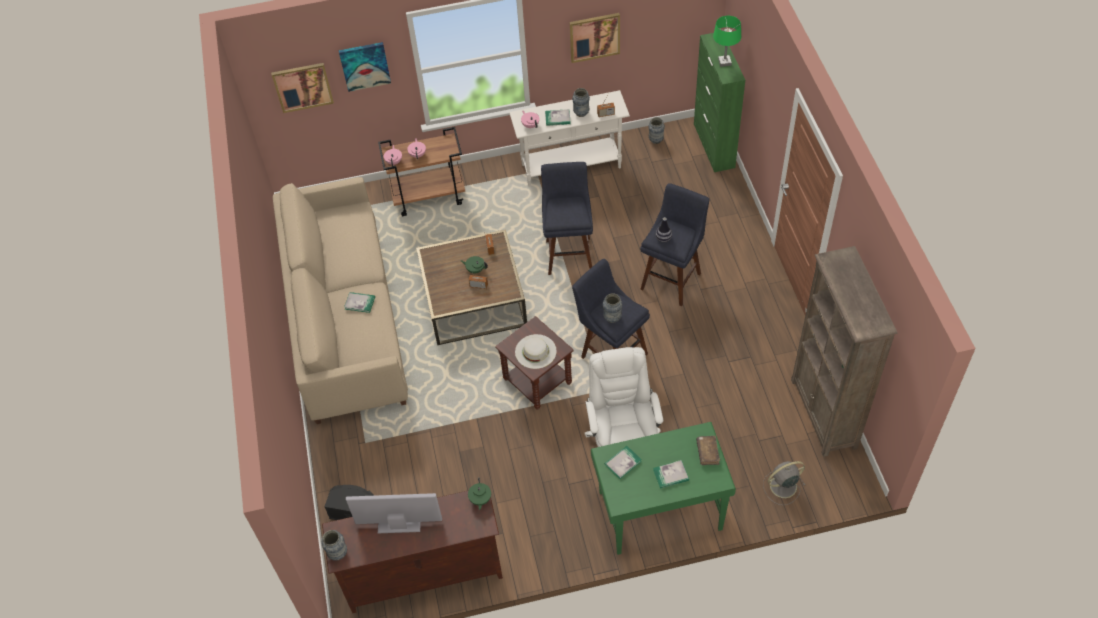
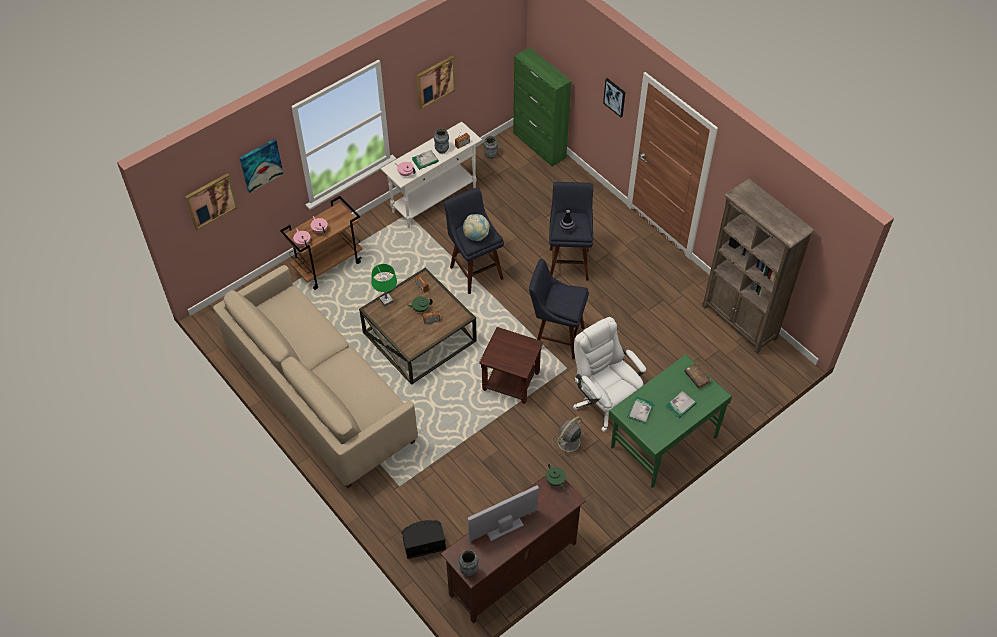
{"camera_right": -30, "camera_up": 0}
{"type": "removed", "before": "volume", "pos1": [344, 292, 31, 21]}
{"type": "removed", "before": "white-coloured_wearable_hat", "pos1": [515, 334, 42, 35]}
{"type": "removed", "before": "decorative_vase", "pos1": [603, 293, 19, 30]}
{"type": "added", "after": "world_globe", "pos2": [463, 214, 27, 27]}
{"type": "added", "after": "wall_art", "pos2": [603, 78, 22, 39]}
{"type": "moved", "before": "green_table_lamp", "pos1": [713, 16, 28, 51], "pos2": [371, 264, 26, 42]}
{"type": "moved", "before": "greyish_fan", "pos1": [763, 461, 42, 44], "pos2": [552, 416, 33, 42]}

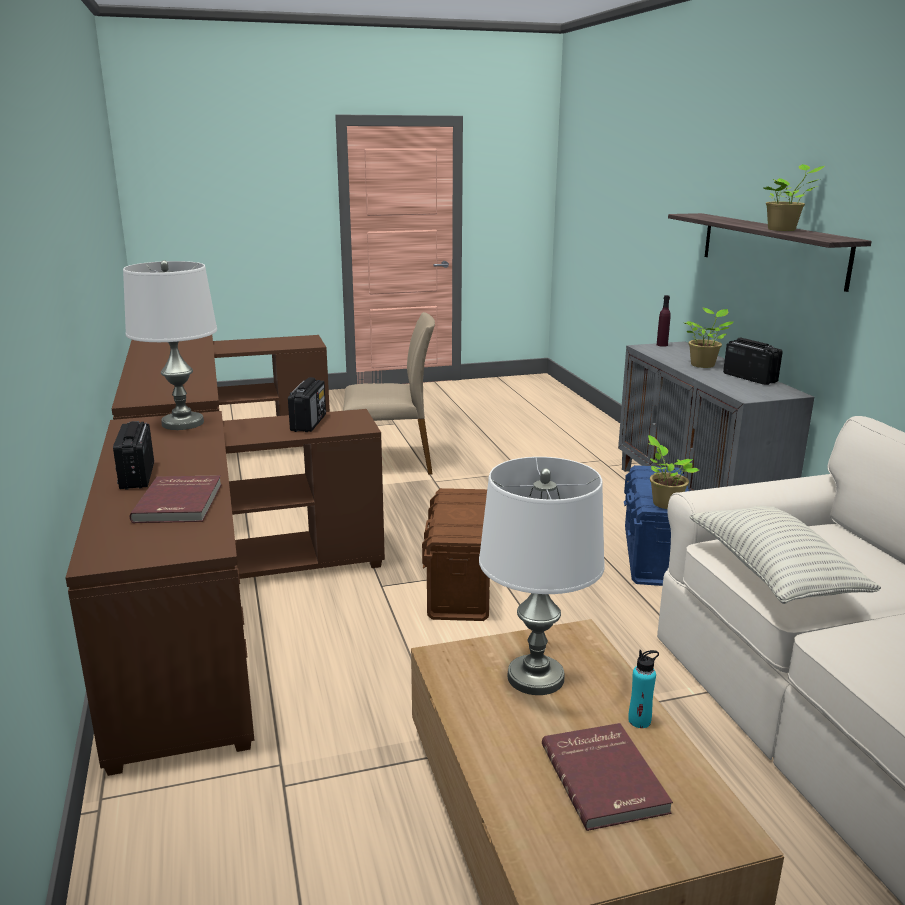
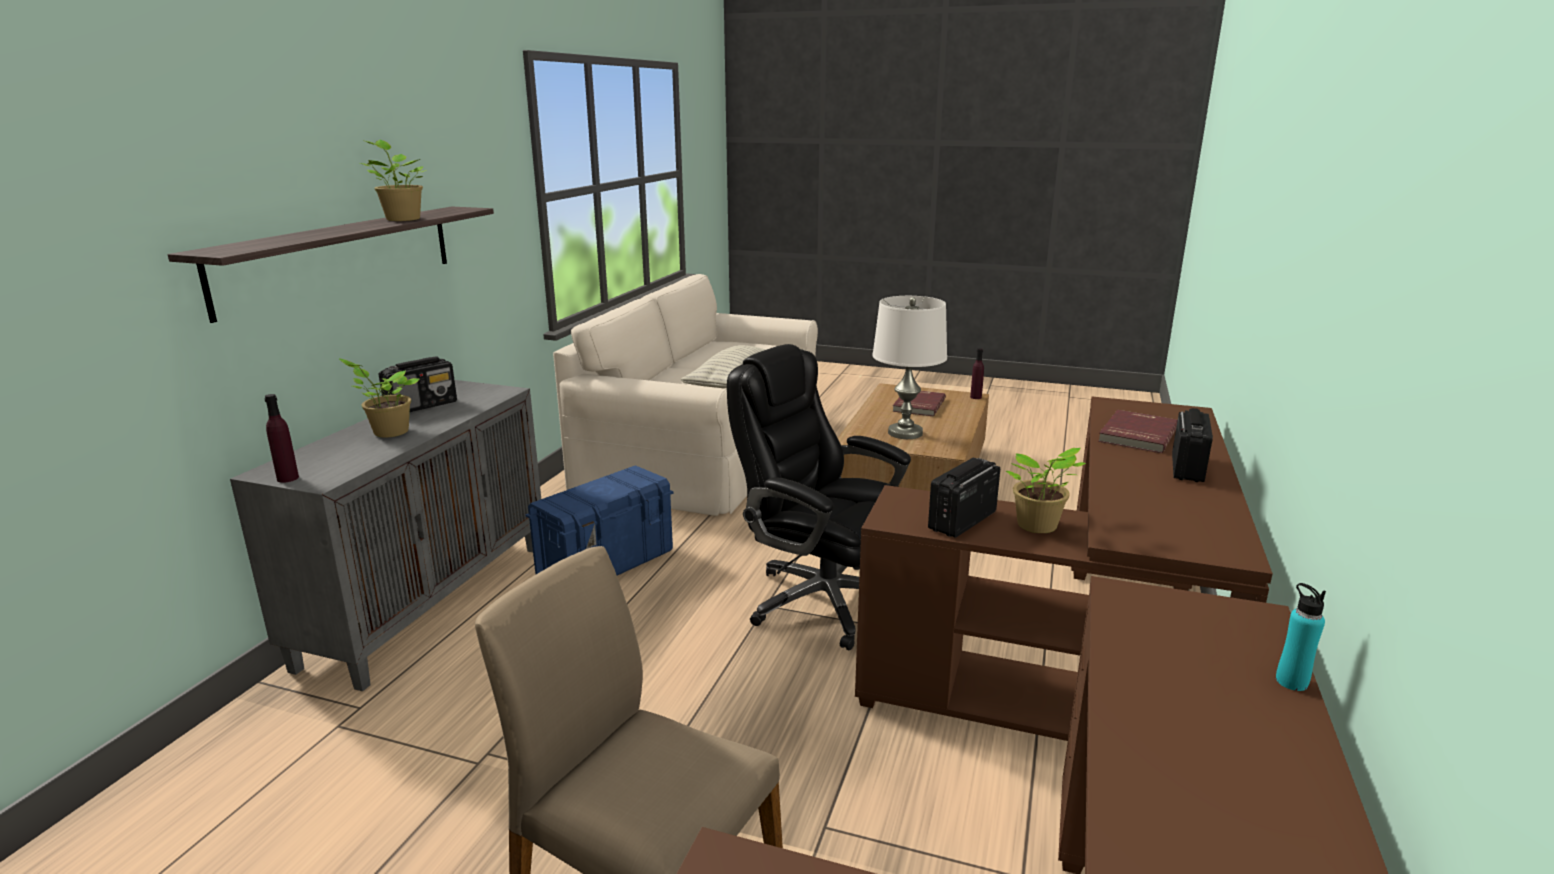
{"camera_right": -145, "camera_up": 0}
{"type": "removed", "before": "white-coloured_table_lamp", "pos1": [123, 260, 94, 170]}
{"type": "added", "after": "purple_bottle", "pos2": [970, 348, 14, 51]}
{"type": "moved", "before": "blue-green_bottle", "pos1": [628, 650, 31, 78], "pos2": [1276, 583, 50, 108]}
{"type": "moved", "before": "potted_plant", "pos1": [648, 435, 51, 74], "pos2": [1006, 448, 80, 85]}
{"type": "replaced", "before": "brown_storage_bin", "after": "black-coloured_computer_chair", "pos1": [422, 488, 68, 133], "pos2": [727, 344, 184, 306]}
{"type": "turned", "before": "radio_set", "pos1": [723, 337, 60, 48], "pos2": [378, 356, 79, 56], "turn": -135}

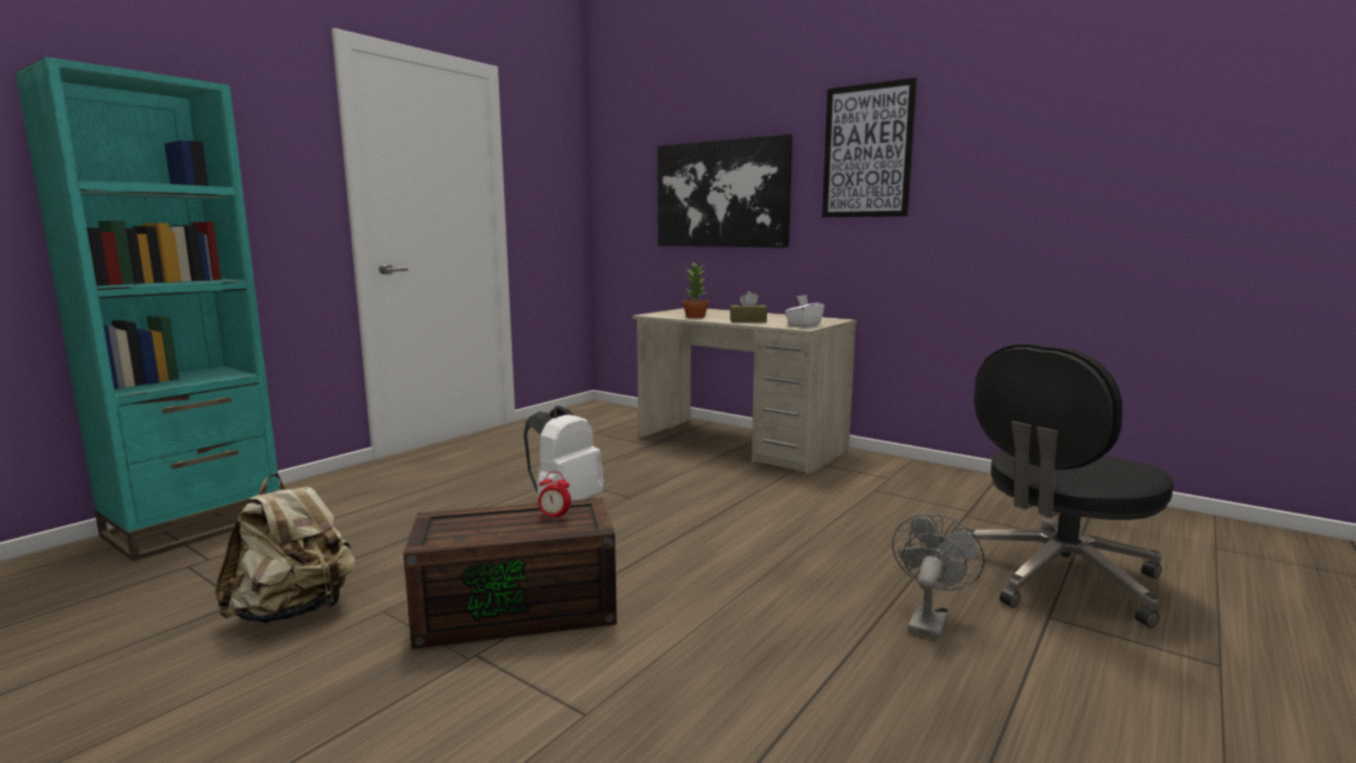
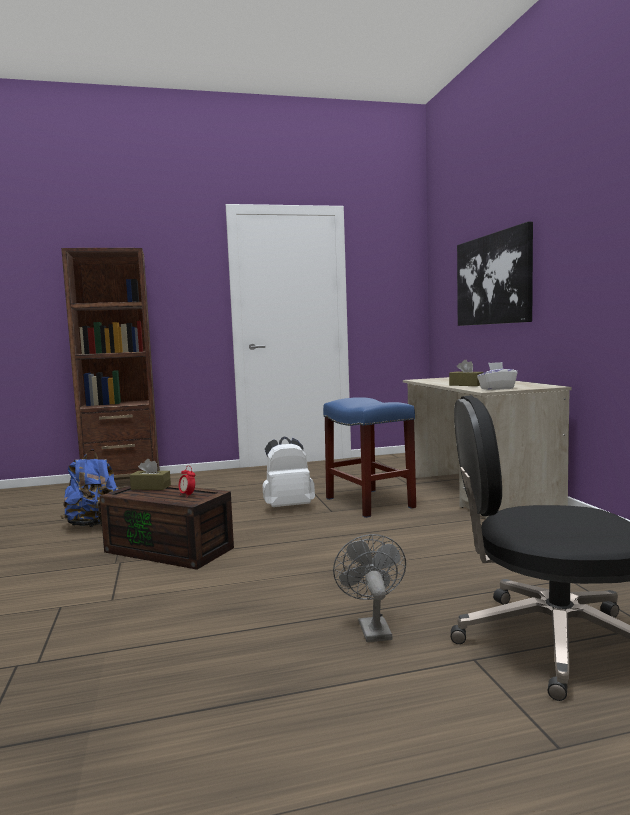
{"camera_right": 40, "camera_up": -5}
{"type": "removed", "before": "potted_plant", "pos1": [682, 262, 27, 56]}
{"type": "removed", "before": "wall_art", "pos1": [822, 78, 95, 140]}
{"type": "added", "after": "brown_box_of_tissues", "pos2": [130, 459, 41, 31]}
{"type": "added", "after": "bluish_stool", "pos2": [323, 397, 93, 121]}
{"type": "recoloured", "before": "blue-green_bookcase", "after": "brown_bookcase", "pos1": [15, 57, 265, 504], "pos2": [61, 248, 99, 241]}
{"type": "recoloured", "before": "sand-coloured_rucksack", "after": "bluish_rucksack", "pos1": [215, 473, 141, 150], "pos2": [61, 449, 58, 78]}
{"type": "turned", "before": "greyish_fan", "pos1": [892, 513, 93, 127], "pos2": [333, 534, 73, 108], "turn": -75}

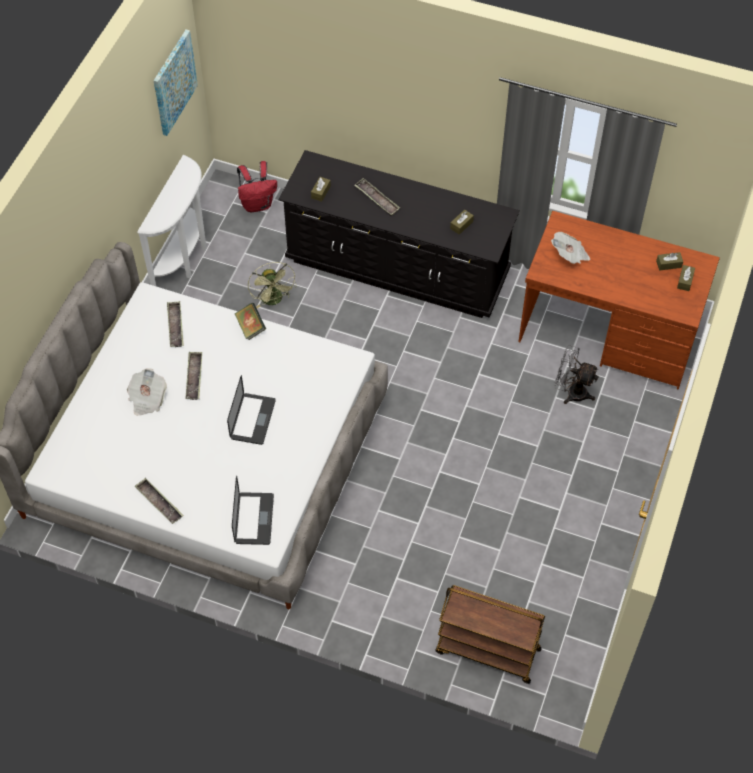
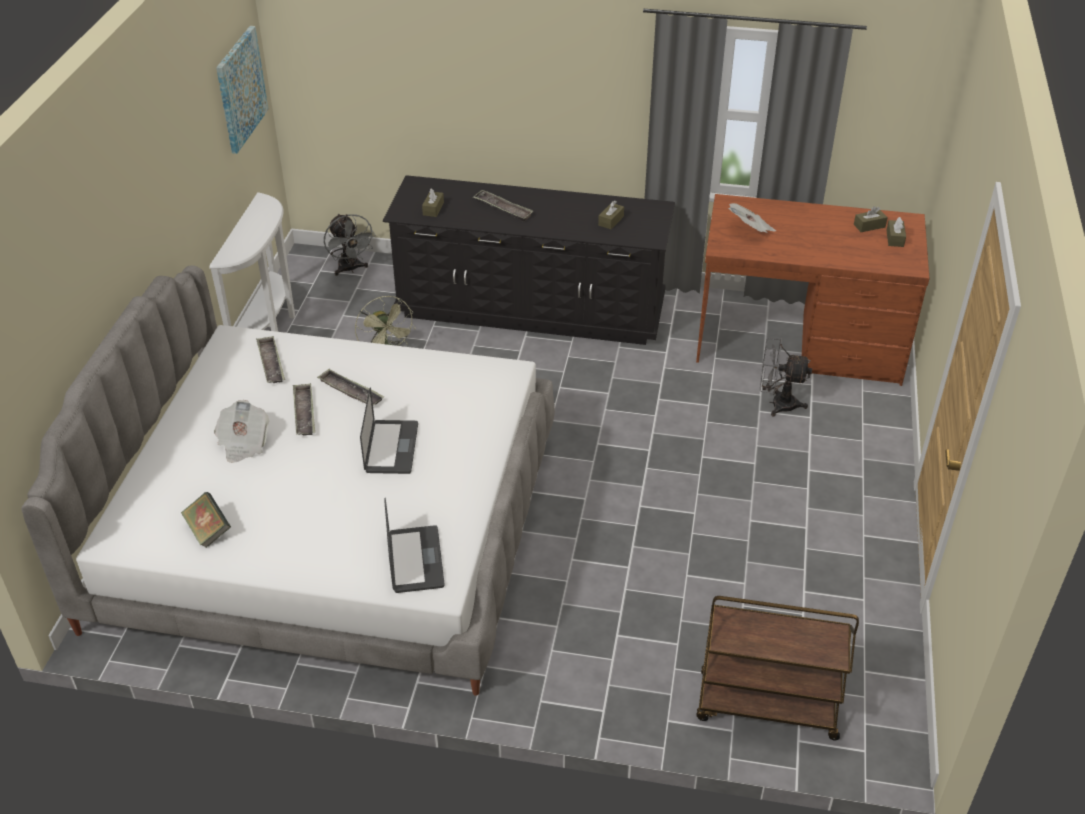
{"camera_right": -10, "camera_up": -15}
{"type": "moved", "before": "serving_tray", "pos1": [135, 478, 49, 46], "pos2": [317, 369, 67, 36]}
{"type": "moved", "before": "volume", "pos1": [235, 303, 31, 37], "pos2": [181, 492, 50, 56]}
{"type": "replaced", "before": "reddish_rucksack", "after": "greyish_fan", "pos1": [237, 161, 40, 51], "pos2": [324, 214, 51, 62]}

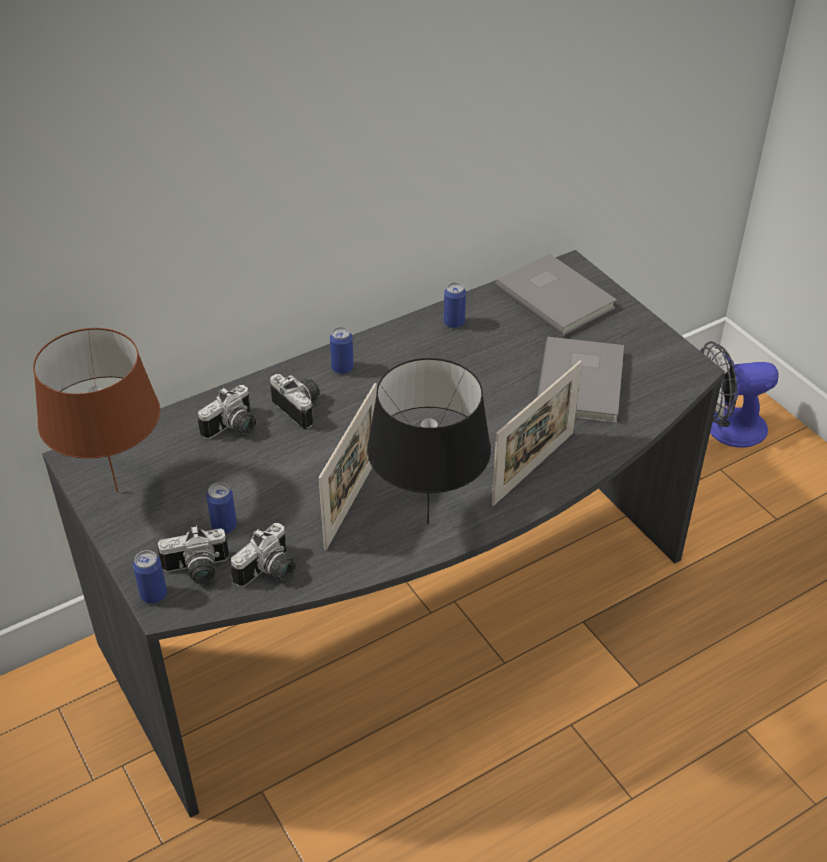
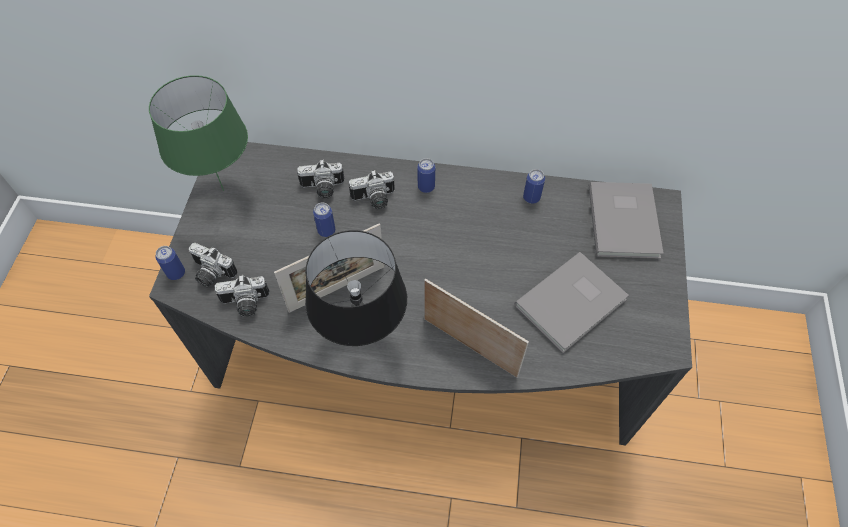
{"camera_right": 40, "camera_up": 15}
{"type": "removed", "before": "fan", "pos1": [700, 341, 79, 107]}
{"type": "moved", "before": "sealed_can", "pos1": [206, 482, 31, 52], "pos2": [313, 202, 22, 35]}
{"type": "recoloured", "before": "brown_table_lamp", "after": "green_table_lamp", "pos1": [33, 328, 127, 165], "pos2": [149, 75, 99, 116]}
{"type": "turned", "before": "still_camera", "pos1": [270, 374, 50, 55], "pos2": [349, 170, 46, 39], "turn": 75}
{"type": "turned", "before": "picture_frame", "pos1": [492, 361, 90, 145], "pos2": [424, 279, 105, 99], "turn": -135}

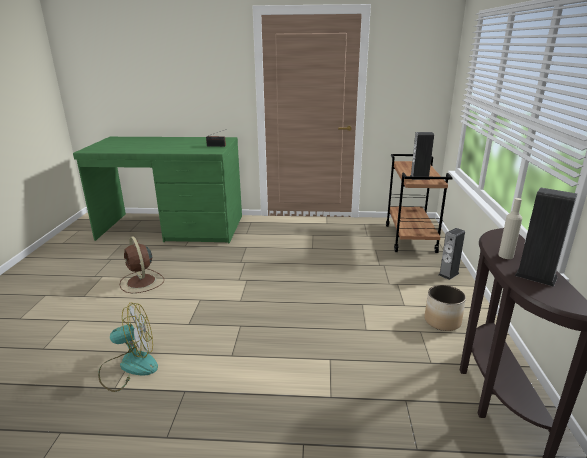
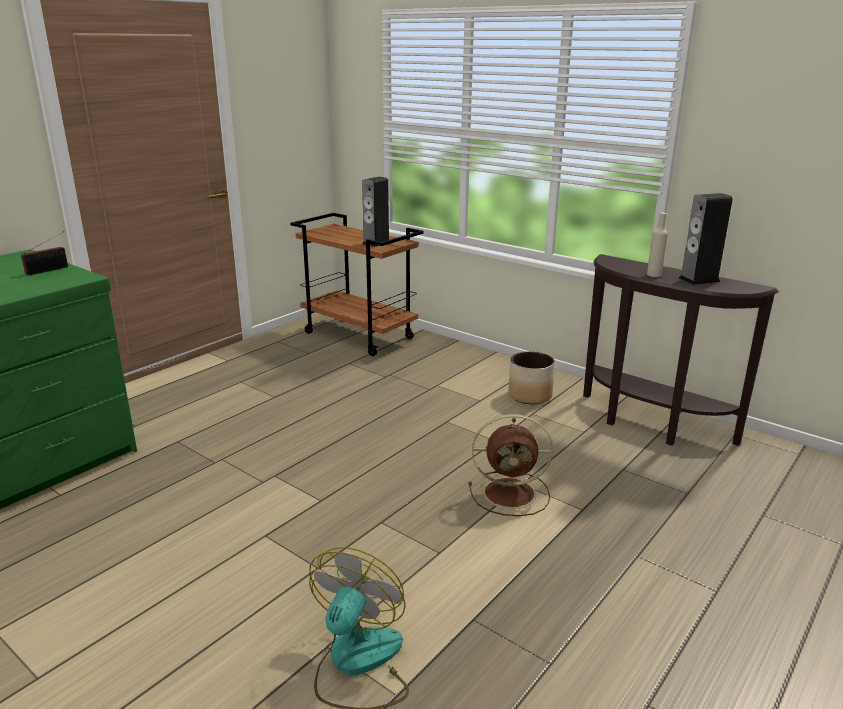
{"camera_right": -55, "camera_up": 0}
{"type": "removed", "before": "audio_speaker", "pos1": [439, 228, 26, 52]}
{"type": "moved", "before": "brown_fan", "pos1": [120, 236, 44, 57], "pos2": [468, 414, 85, 102]}

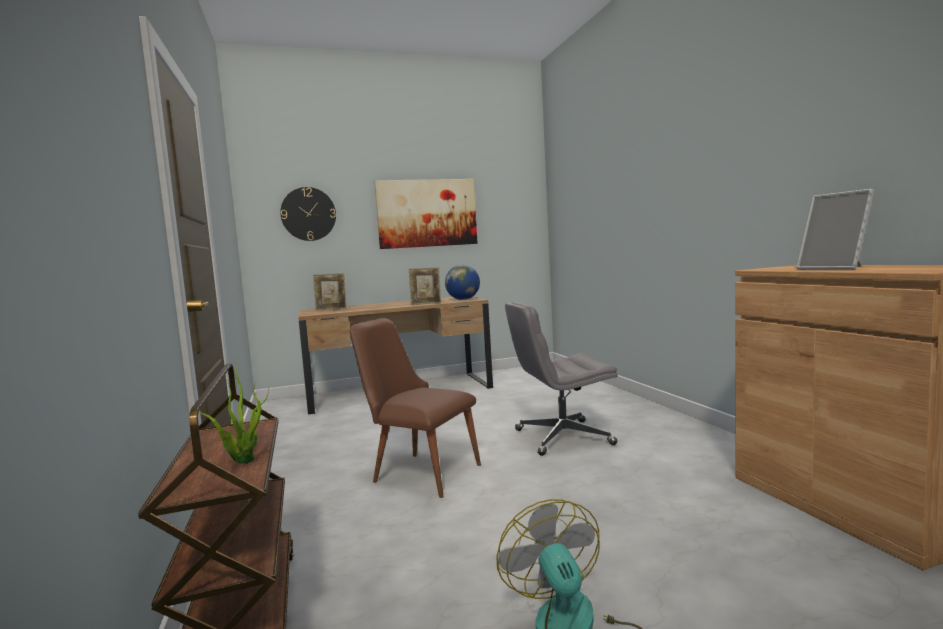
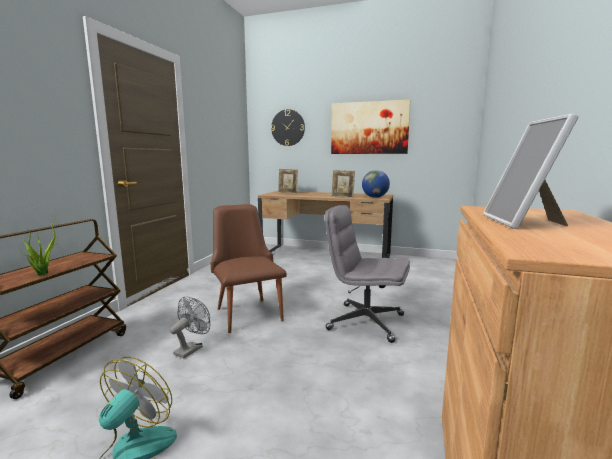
{"camera_right": 35, "camera_up": 5}
{"type": "added", "after": "greyish_fan", "pos2": [170, 296, 40, 63]}

